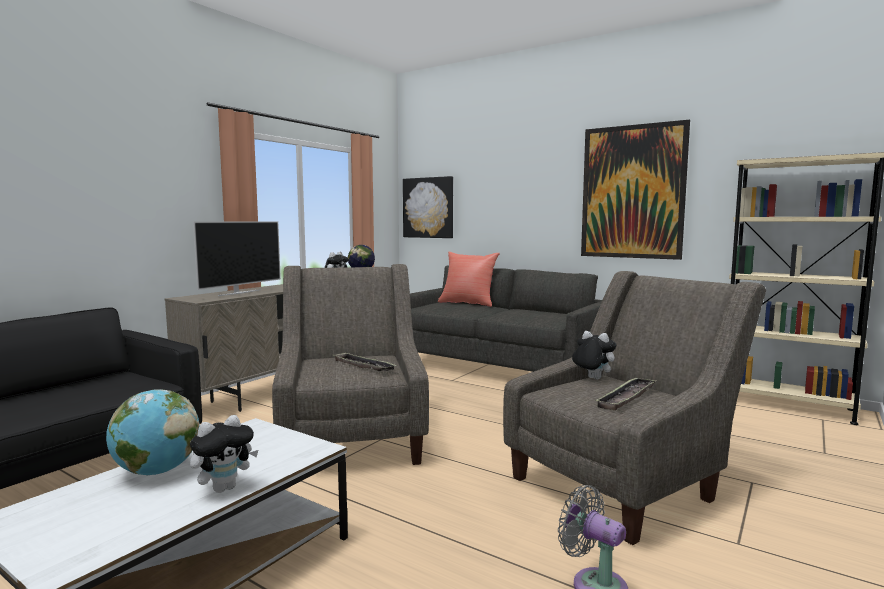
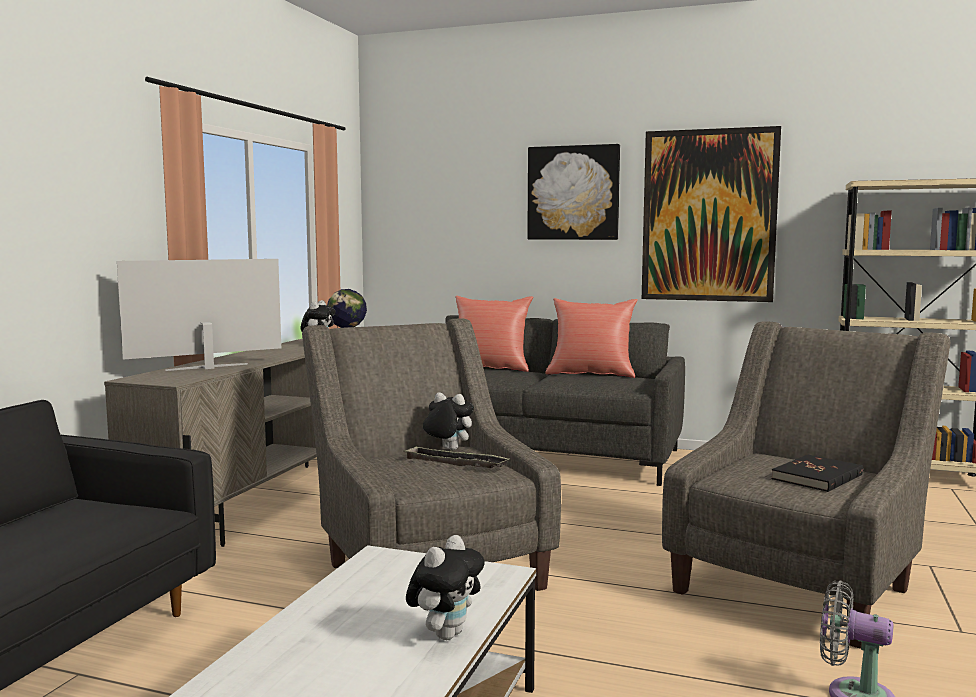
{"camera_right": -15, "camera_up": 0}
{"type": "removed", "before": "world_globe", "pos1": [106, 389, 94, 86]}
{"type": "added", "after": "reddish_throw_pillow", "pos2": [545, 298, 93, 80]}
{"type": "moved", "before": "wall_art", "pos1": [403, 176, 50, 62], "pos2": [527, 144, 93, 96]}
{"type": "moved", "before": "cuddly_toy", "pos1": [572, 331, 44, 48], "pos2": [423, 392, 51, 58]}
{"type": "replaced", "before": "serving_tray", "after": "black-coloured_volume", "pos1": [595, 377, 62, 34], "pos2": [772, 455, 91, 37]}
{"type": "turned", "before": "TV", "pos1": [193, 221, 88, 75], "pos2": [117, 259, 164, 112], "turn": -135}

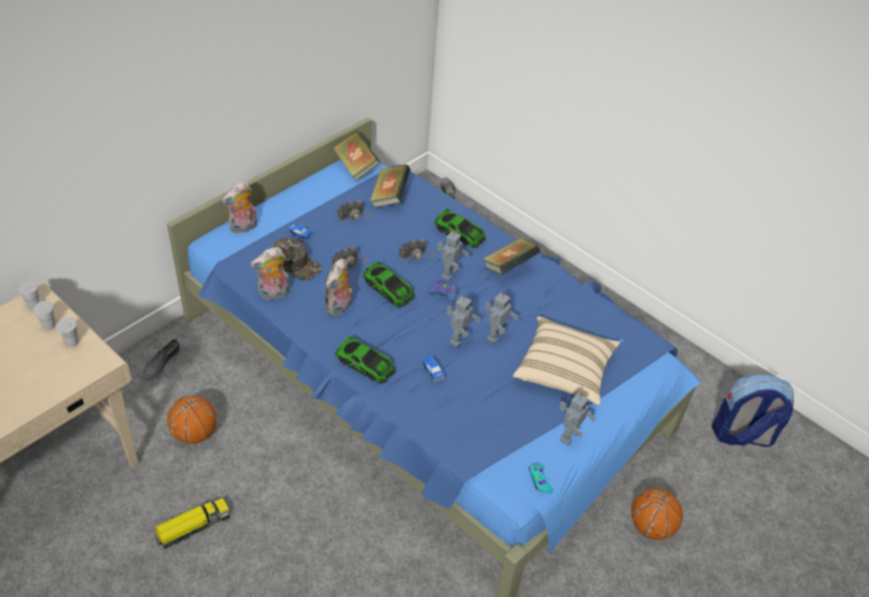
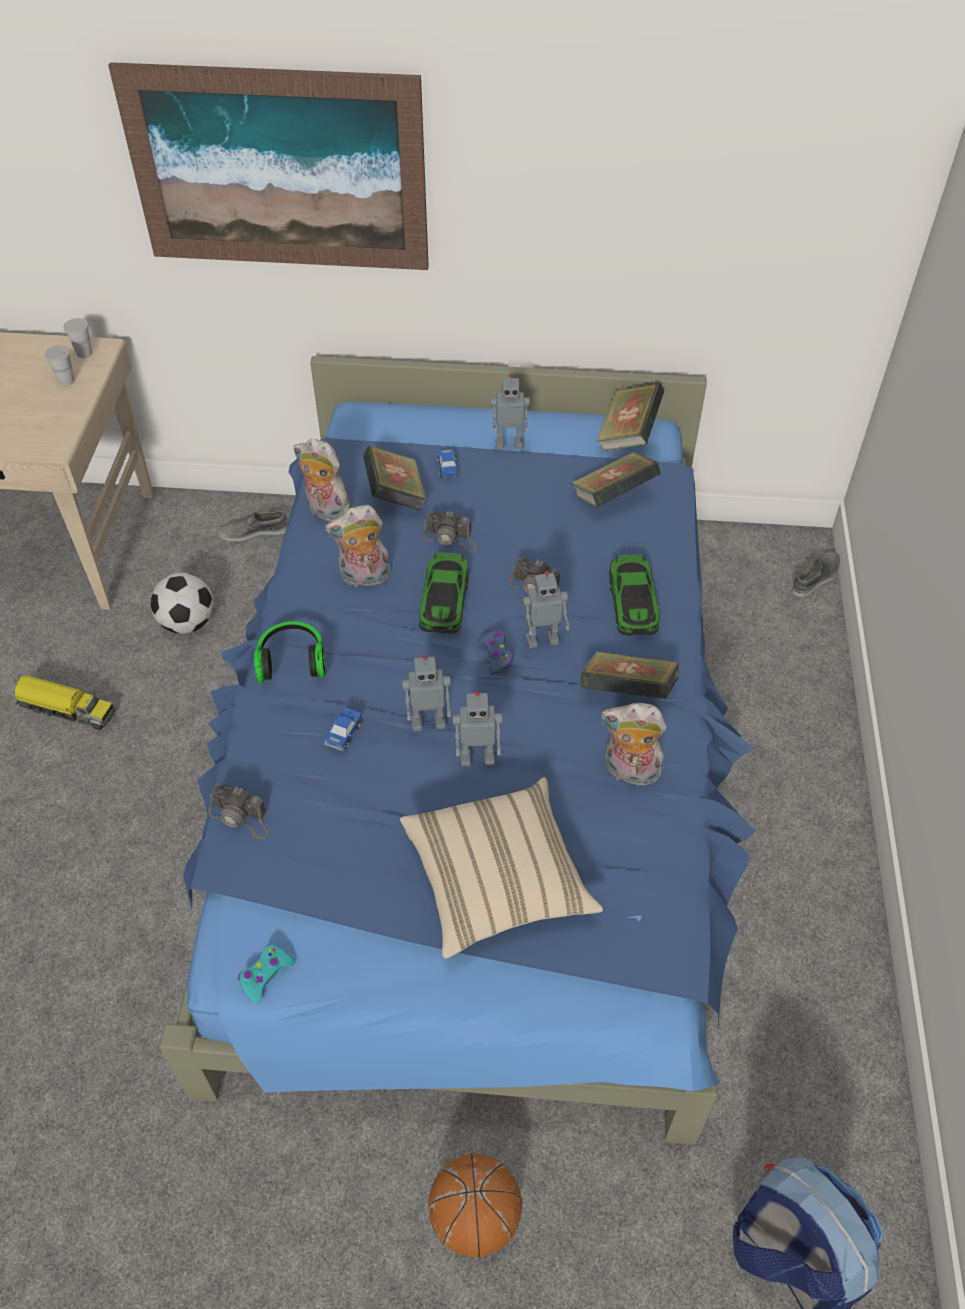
{"camera_right": 55, "camera_up": 5}
{"type": "removed", "before": "white-coloured_drinking_cup", "pos1": [56, 318, 23, 29]}
{"type": "added", "after": "wall_art", "pos2": [108, 62, 321, 208]}
{"type": "moved", "before": "cuddly_toy", "pos1": [222, 181, 35, 52], "pos2": [601, 703, 66, 87]}
{"type": "moved", "before": "still_camera", "pos1": [338, 200, 34, 23], "pos2": [208, 784, 60, 55]}
{"type": "moved", "before": "toy_robot", "pos1": [559, 393, 37, 52], "pos2": [491, 374, 39, 75]}
{"type": "replaced", "before": "basketball_ball", "after": "ball_for_football", "pos1": [167, 395, 50, 49], "pos2": [151, 573, 63, 61]}
{"type": "replaced", "before": "green_peaked_cap", "after": "volume", "pos1": [271, 238, 51, 43], "pos2": [363, 446, 64, 65]}
{"type": "replaced", "before": "model_car", "after": "pair_of_headphones", "pos1": [335, 336, 61, 48], "pos2": [254, 621, 71, 62]}

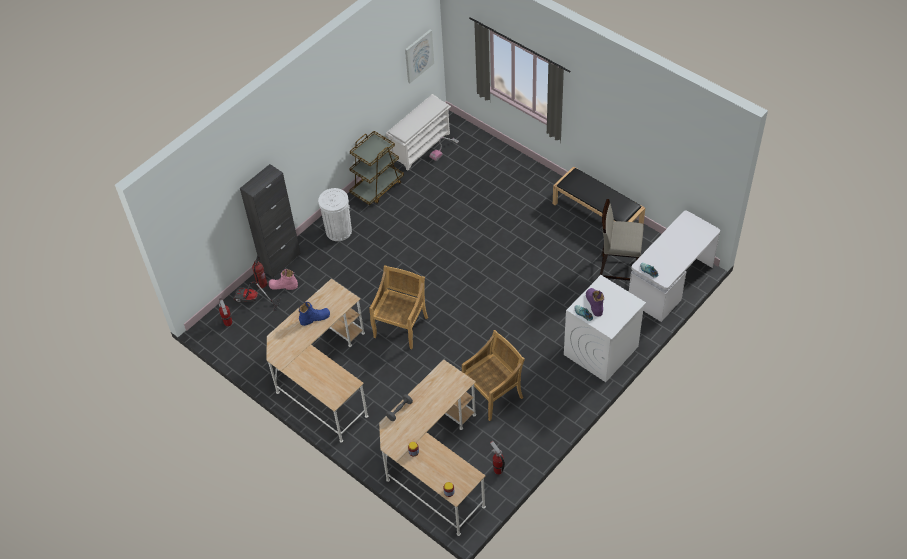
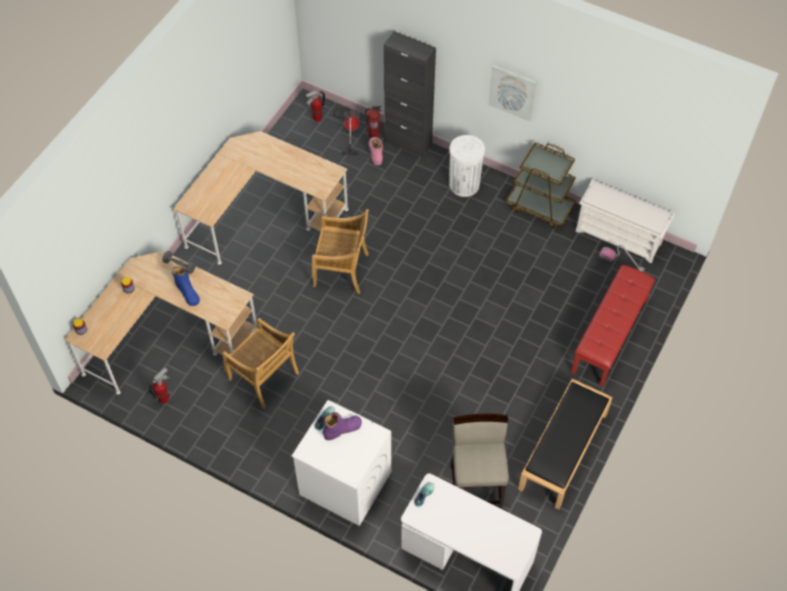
{"camera_right": 75, "camera_up": 5}
{"type": "added", "after": "reddish_long_seat", "pos2": [571, 265, 84, 122]}
{"type": "moved", "before": "bluish_boot", "pos1": [299, 302, 31, 24], "pos2": [172, 266, 28, 40]}
{"type": "moved", "before": "wall_art", "pos1": [405, 30, 29, 53], "pos2": [488, 64, 49, 57]}

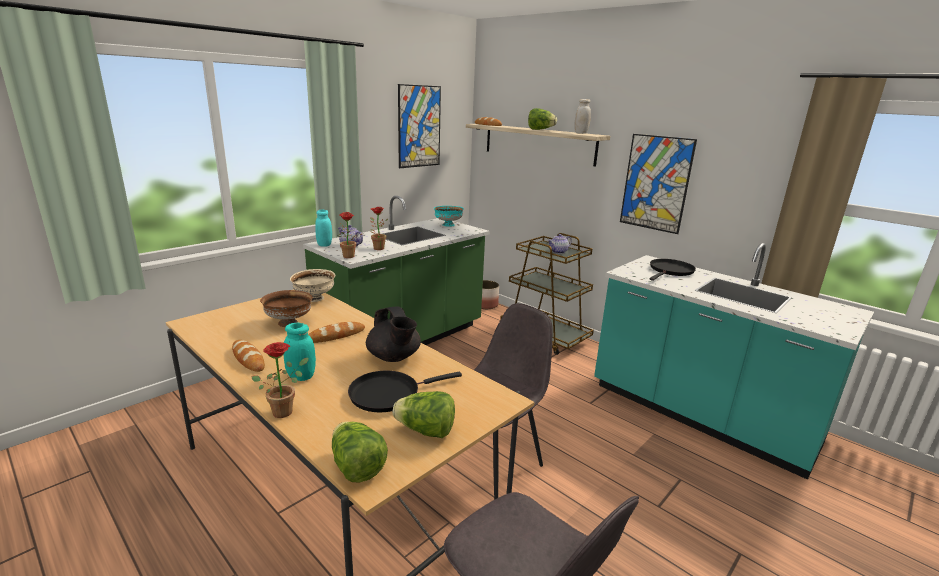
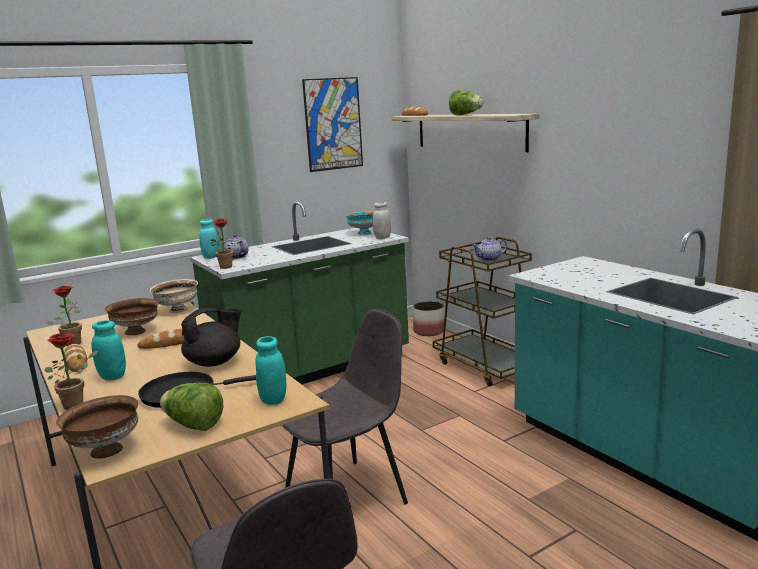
{"camera_right": 15, "camera_up": -5}
{"type": "removed", "before": "wall_art", "pos1": [620, 134, 77, 100]}
{"type": "removed", "before": "black-coloured_skillet", "pos1": [650, 259, 46, 22]}
{"type": "added", "after": "blue-green_jar", "pos2": [255, 336, 32, 69]}
{"type": "moved", "before": "potted_plant", "pos1": [370, 207, 18, 43], "pos2": [47, 286, 35, 60]}
{"type": "moved", "before": "white-coloured_jar", "pos1": [574, 99, 17, 35], "pos2": [373, 202, 18, 37]}
{"type": "replaced", "before": "lettuce", "after": "brown_deep_dish", "pos1": [332, 421, 56, 61], "pos2": [56, 395, 82, 64]}
{"type": "turned", "before": "black-coloured_pot_for_tea", "pos1": [366, 307, 55, 55], "pos2": [181, 308, 60, 59], "turn": -105}

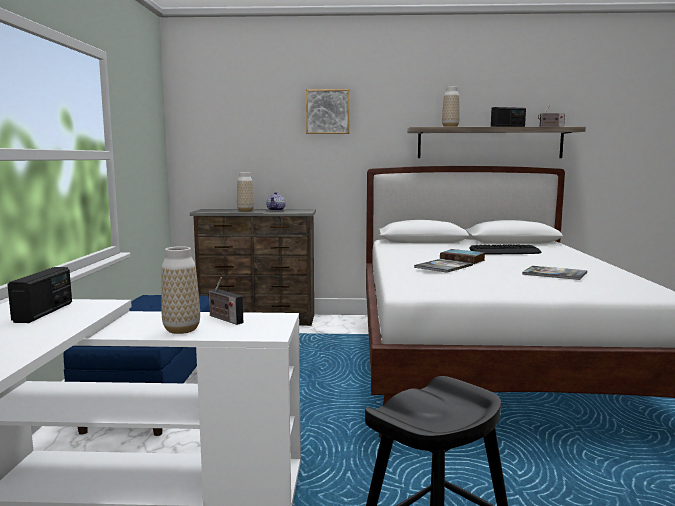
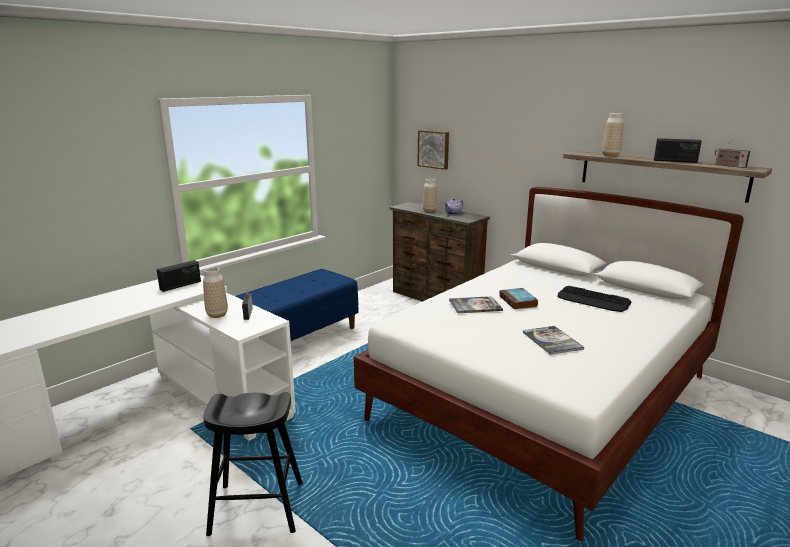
{"camera_right": 40, "camera_up": 10}
{"type": "moved", "before": "wall_art", "pos1": [306, 89, 43, 45], "pos2": [417, 130, 32, 40]}

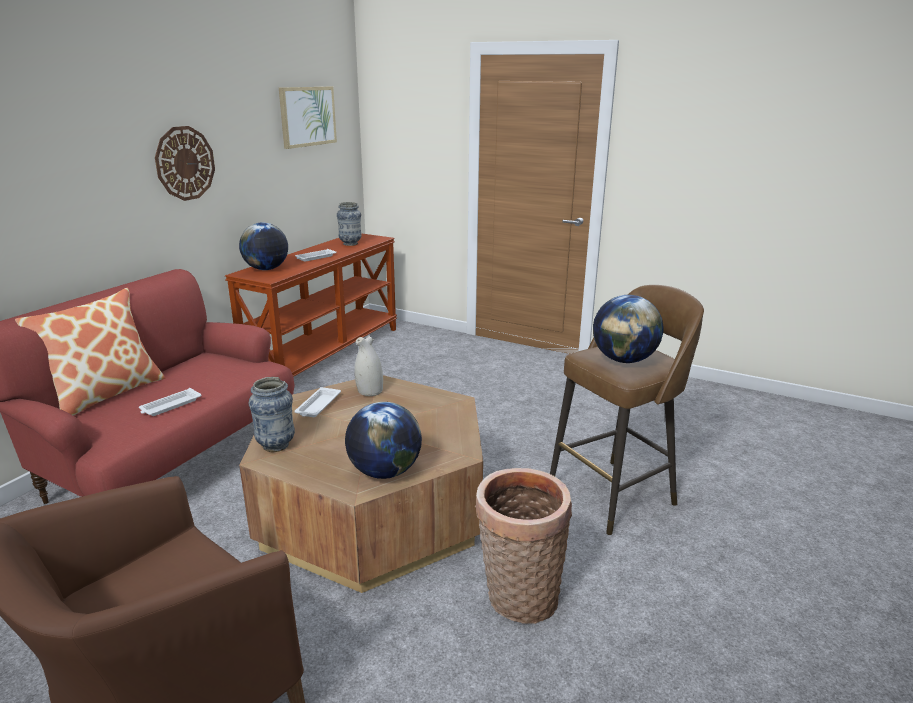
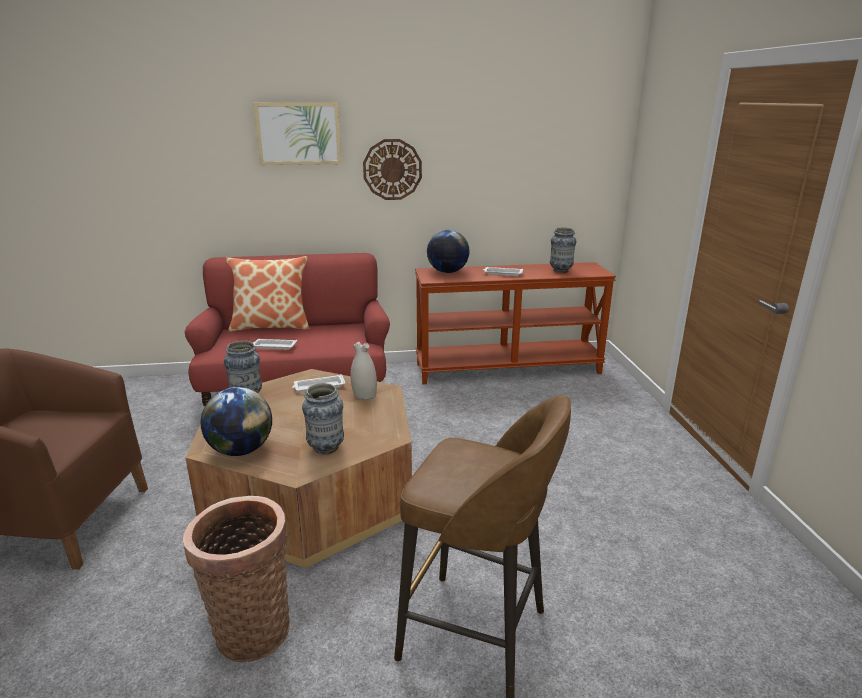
{"camera_right": 55, "camera_up": 0}
{"type": "removed", "before": "world_globe", "pos1": [593, 295, 71, 68]}
{"type": "added", "after": "decorative_vase", "pos2": [302, 383, 42, 72]}
{"type": "moved", "before": "wall_art", "pos1": [279, 87, 58, 62], "pos2": [253, 103, 89, 62]}

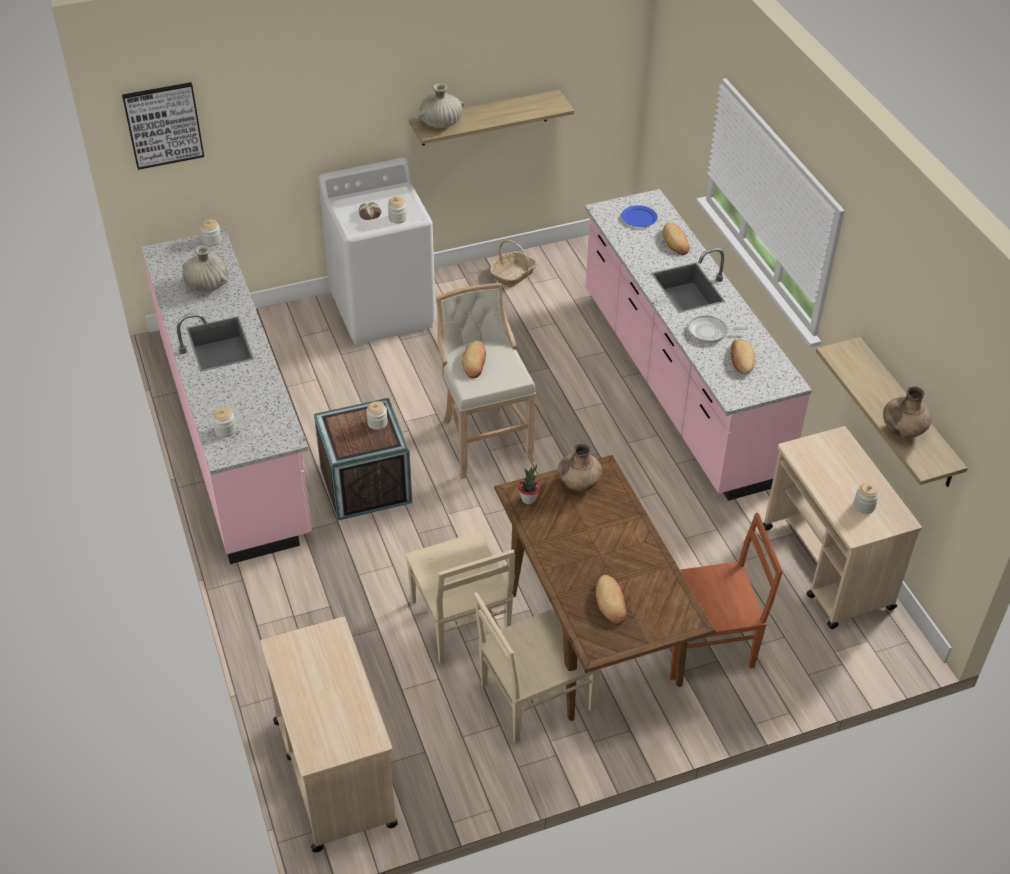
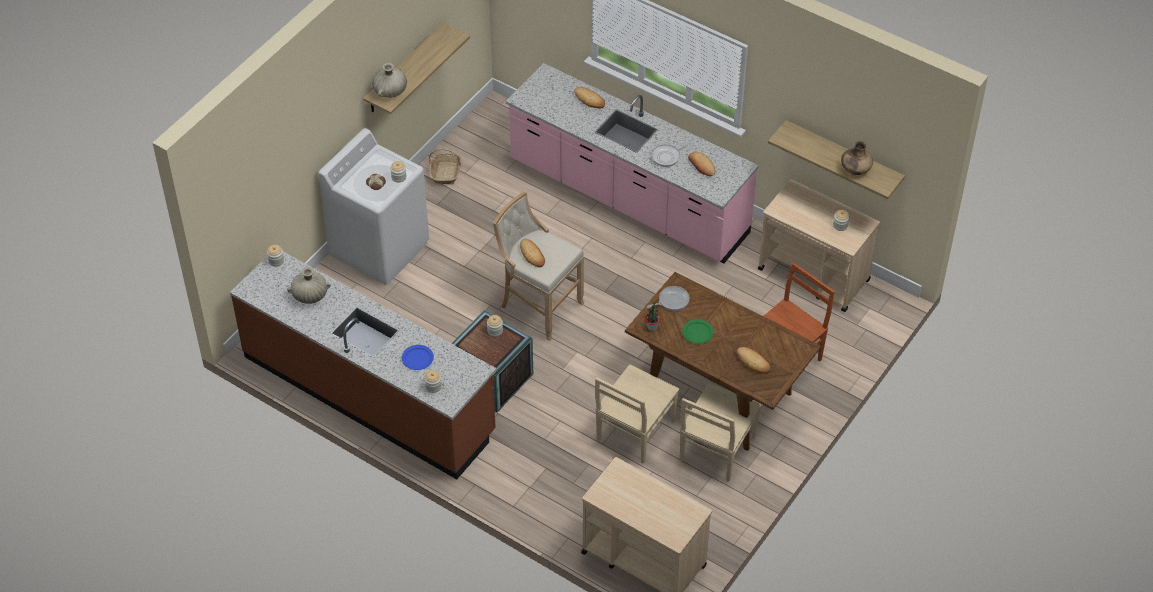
{"camera_right": -35, "camera_up": 5}
{"type": "removed", "before": "wall_art", "pos1": [122, 82, 82, 88]}
{"type": "added", "after": "green_flat_dish", "pos2": [682, 319, 32, 25]}
{"type": "moved", "before": "bluish_flat_dish", "pos1": [621, 205, 36, 22], "pos2": [402, 345, 32, 25]}
{"type": "replaced", "before": "brown_decorative_vase", "after": "skillet", "pos1": [558, 443, 44, 48], "pos2": [647, 286, 43, 25]}
{"type": "recoloured", "before": "pinkish_counter", "after": "brown_counter", "pos1": [141, 230, 171, 334], "pos2": [230, 252, 267, 227]}
{"type": "turned", "before": "sand-coloured_plain_chair", "pos1": [405, 531, 110, 133], "pos2": [595, 364, 84, 100], "turn": 90}

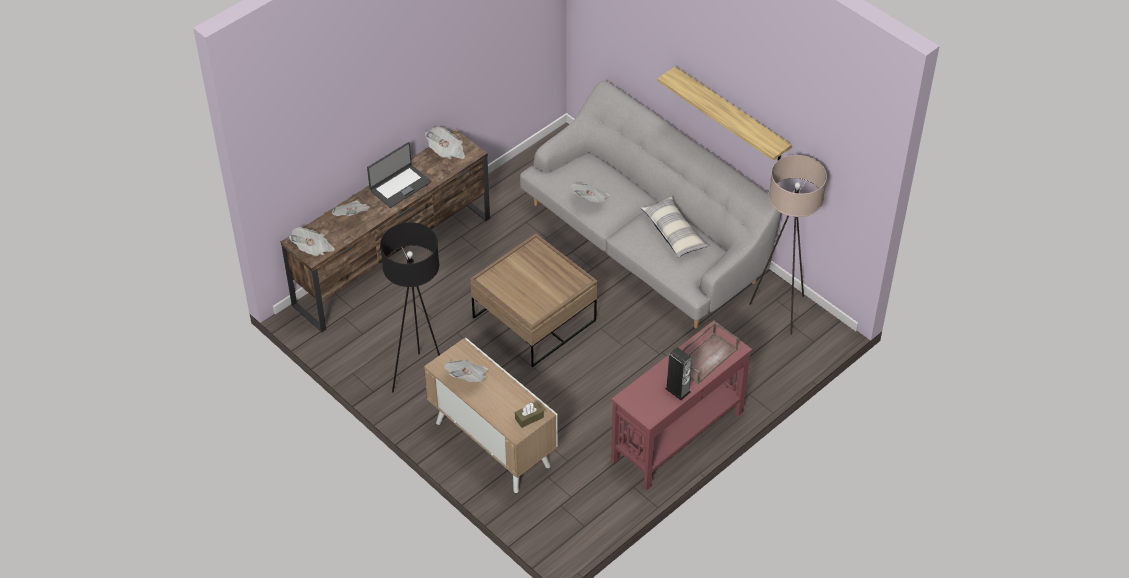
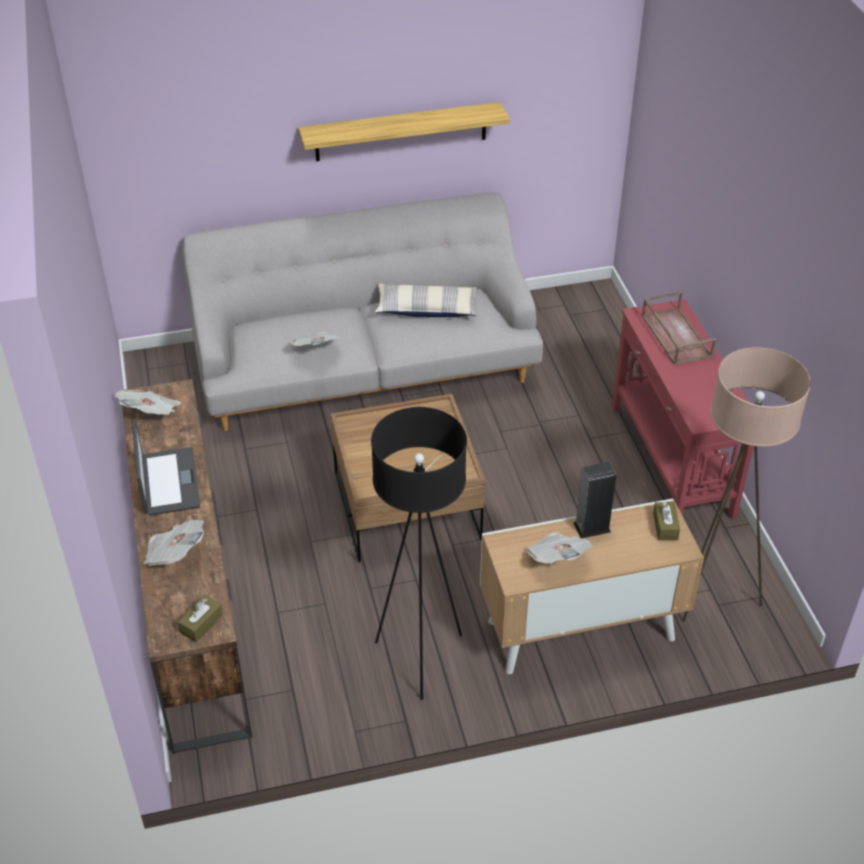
{"camera_right": -60, "camera_up": -5}
{"type": "moved", "before": "audio_speaker", "pos1": [665, 347, 27, 53], "pos2": [573, 462, 43, 77]}
{"type": "moved", "before": "sand-coloured_standard_lamp", "pos1": [750, 155, 77, 180], "pos2": [682, 347, 129, 275]}
{"type": "replaced", "before": "printed_paper", "after": "brown_box_of_tissues", "pos1": [289, 227, 46, 29], "pos2": [178, 595, 45, 47]}

